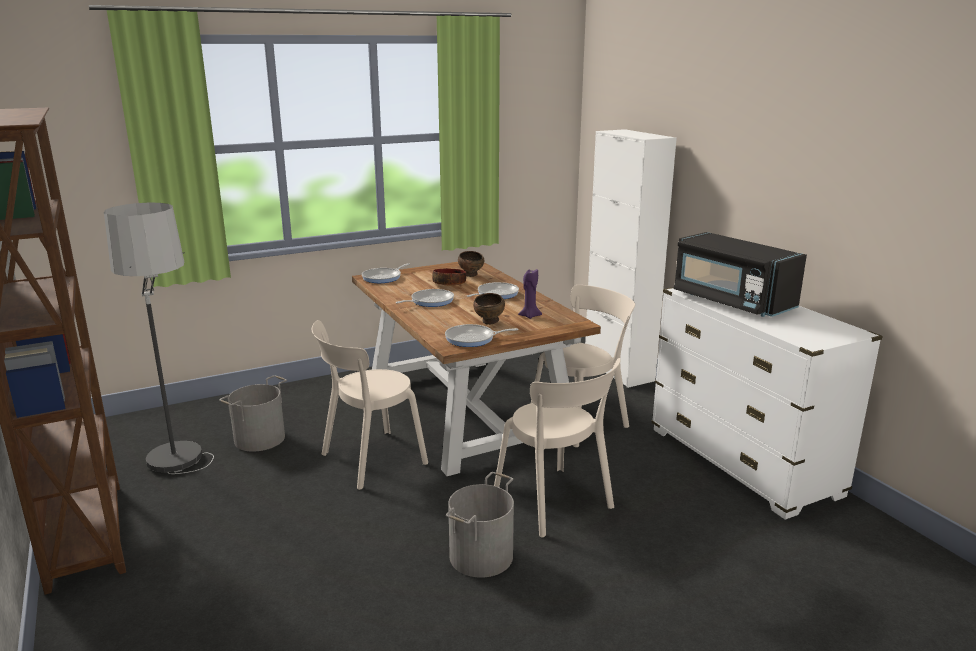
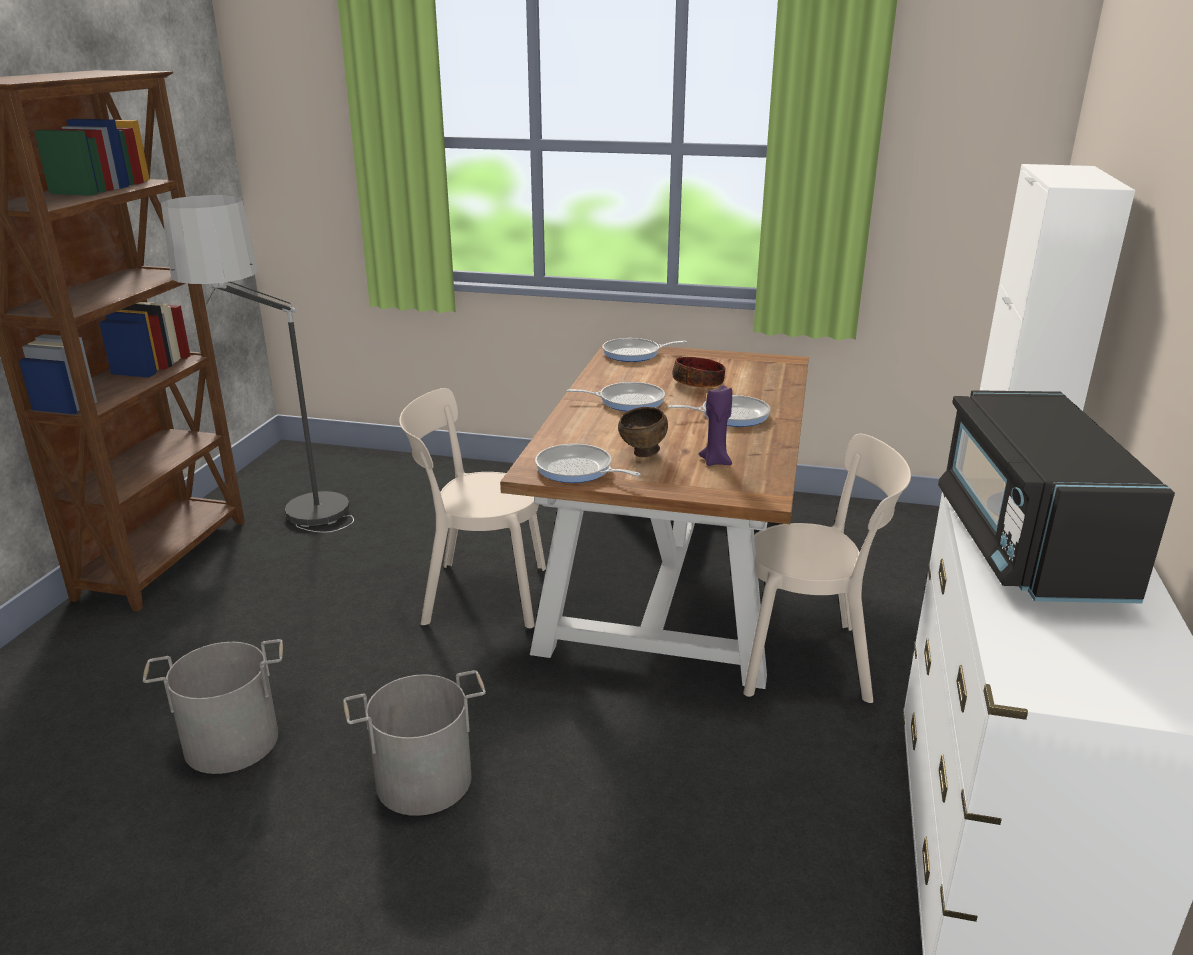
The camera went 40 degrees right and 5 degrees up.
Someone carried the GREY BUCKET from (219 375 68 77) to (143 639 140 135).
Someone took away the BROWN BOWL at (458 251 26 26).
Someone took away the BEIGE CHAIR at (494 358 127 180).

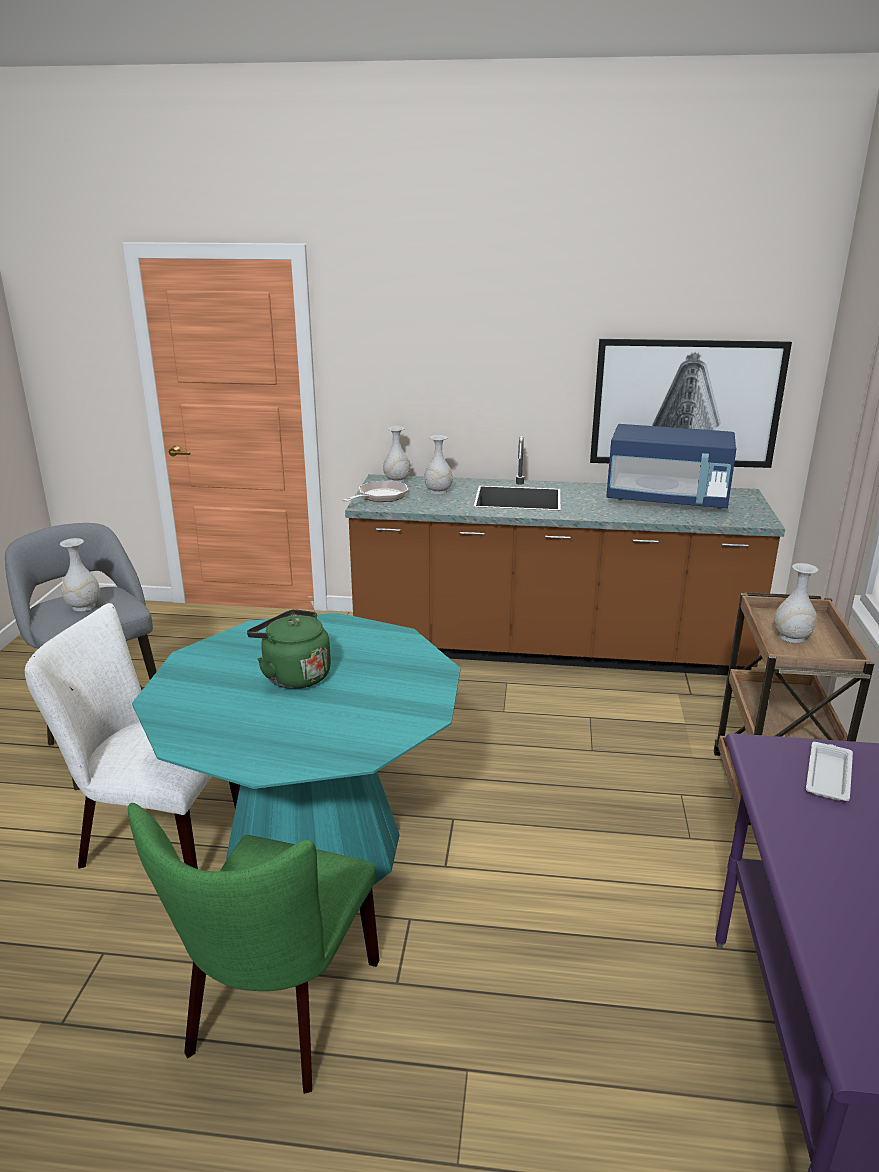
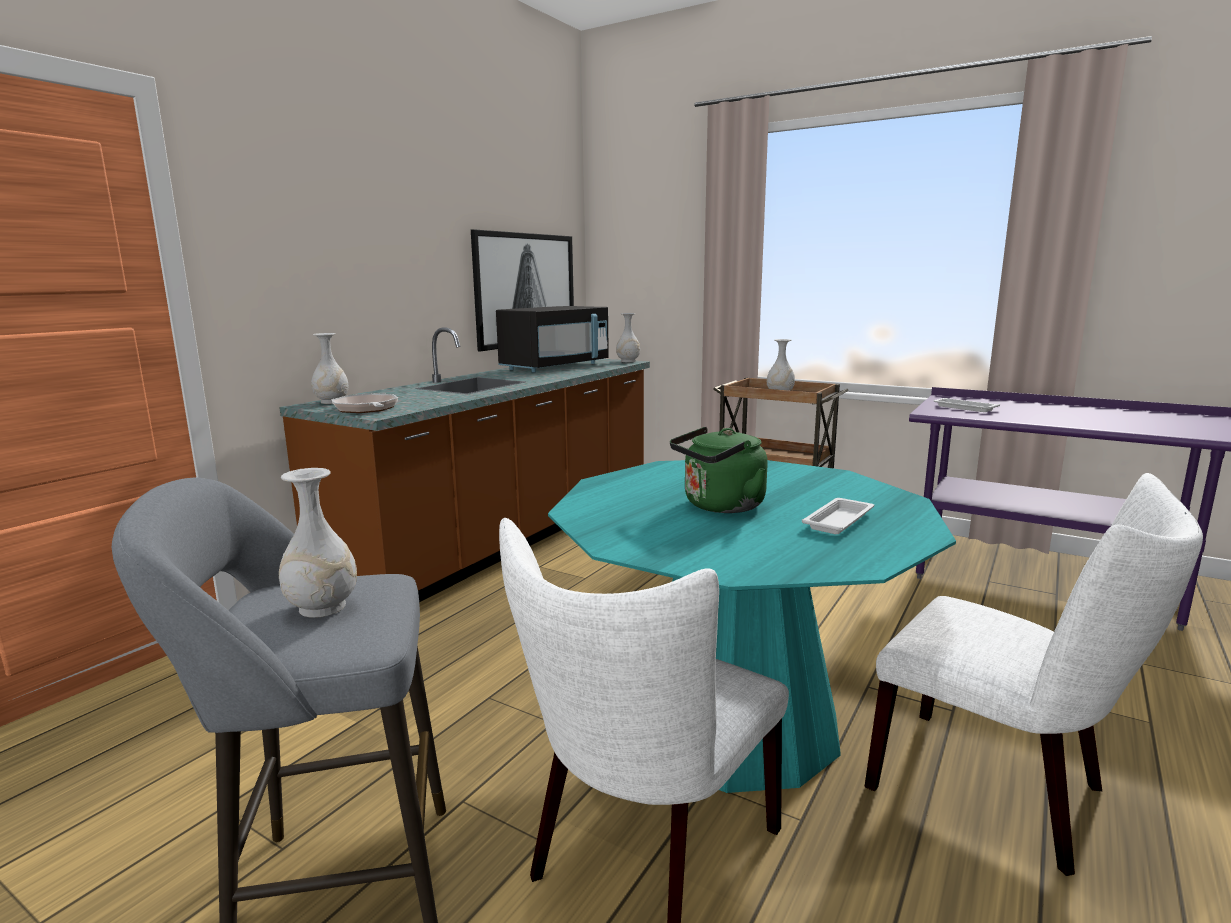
The camera went 65 degrees left and 10 degrees down.
Someone repainted the GREEN CHAIR at (128 803 251 291), which became the WHITE CHAIR at (864 473 339 403).
Someone carried the WHITE VASE from (424 435 29 59) to (616 313 24 49).
Someone repainted the BLUE MICROWAVE at (606 424 130 85), which became the BLACK MICROWAVE at (496 306 113 66).
Someone put down the WHITE TRAY at (802 498 72 36).

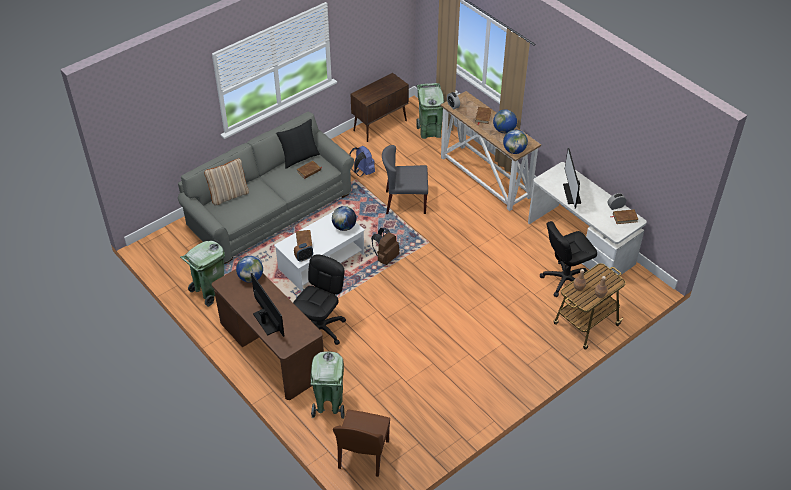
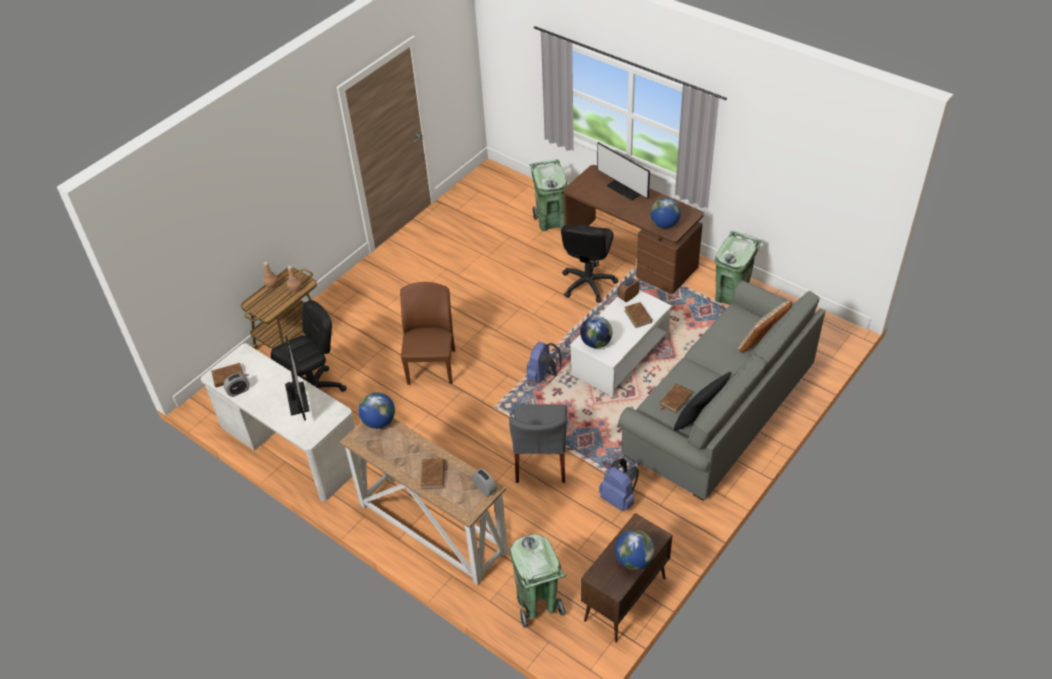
The camera went 170 degrees right and 0 degrees up.
Someone carried the BROWN CHAIR from (333 409 57 68) to (400 282 55 103).
Someone repainted the BROWN BACKPACK at (371 228 28 37), which became the BLUE BACKPACK at (527 342 35 40).
Someone rotated the GREY CHAIR at (382 145 46 69) by 105 degrees clockwise.
Someone carried the GLOBE from (493 109 24 24) to (615 530 40 40).

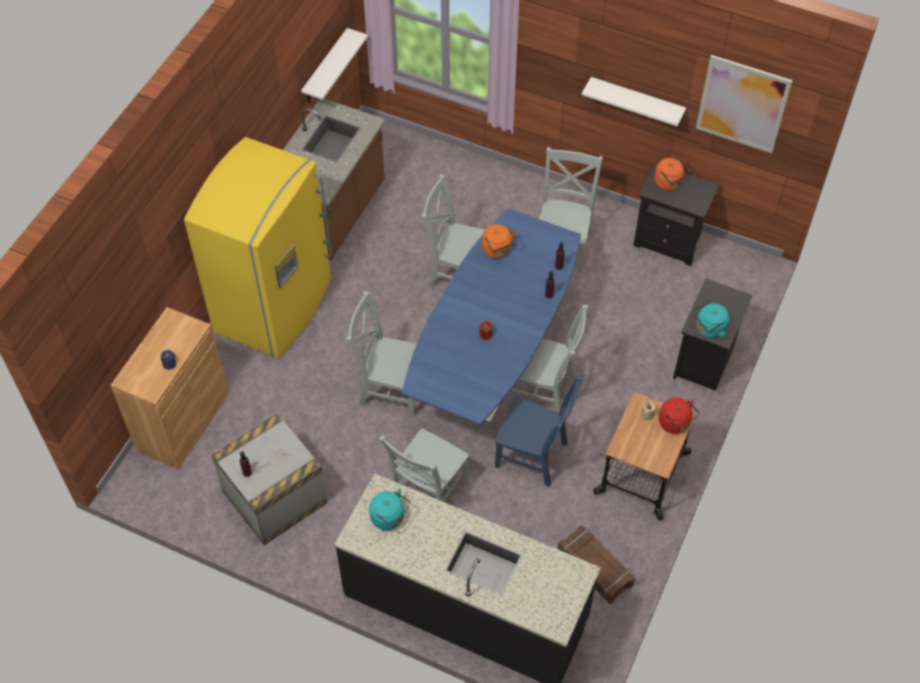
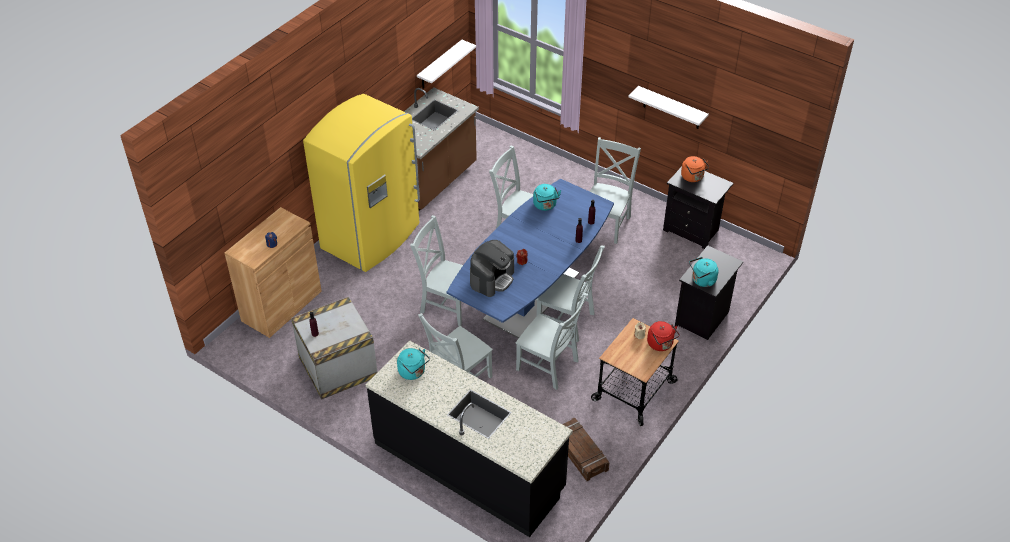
The camera went 10 degrees right and 10 degrees down.
Someone repainted the ORANGE KETTLE at (482 224 34 34), which became the TURQUOISE KETTLE at (533 184 28 27).
Someone repainted the BLUE CHAIR at (495 376 87 111), which became the GREY CHAIR at (516 293 72 97).
Someone took away the PICTURE at (696 55 97 98).
Someone put down the COFFEE MACHINE at (470 240 44 57).

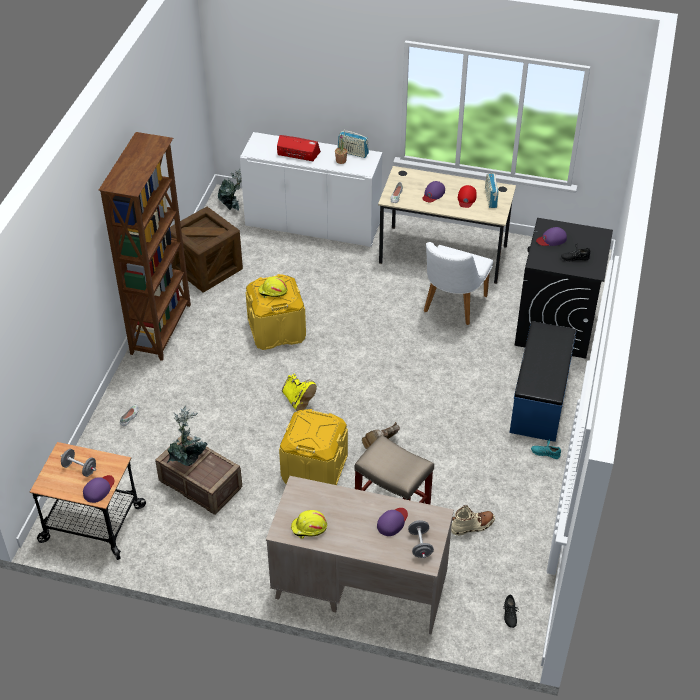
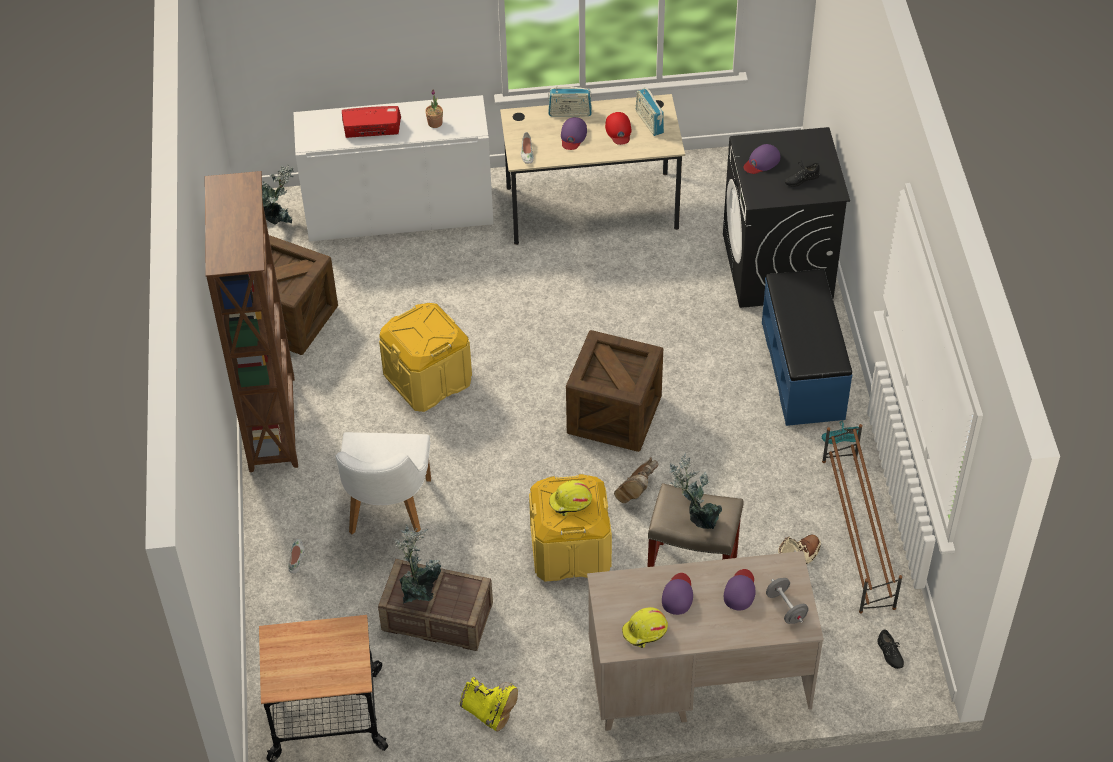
The camera went 20 degrees left and 5 degrees up.
Someone took away the GREY DUMBBELL at (61 449 35 28).
Someone carried the PURPLE CAP from (83 475 31 28) to (662 573 31 42).
Someone carried the YELLOW HARD HAT from (258 277 29 21) to (549 480 43 36).
Someone carried the YELLOW BOOT from (282 374 35 37) to (460 677 58 55).
Someone carried the RADIO from (338 129 31 29) to (548 86 44 31).
Someone carried the WHITE CHAIR from (424 242 69 83) to (335 432 96 102).
Someone put down the CRATE at (566 330 97 122).
Someone put down the POTTED PLANT at (669 453 53 76).
Someone put down the BROWN SHOE RACK at (822 424 80 190).

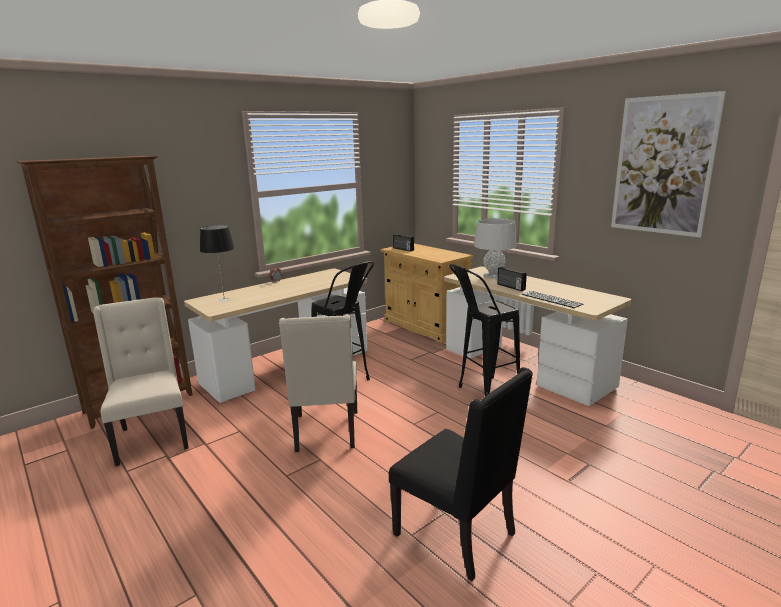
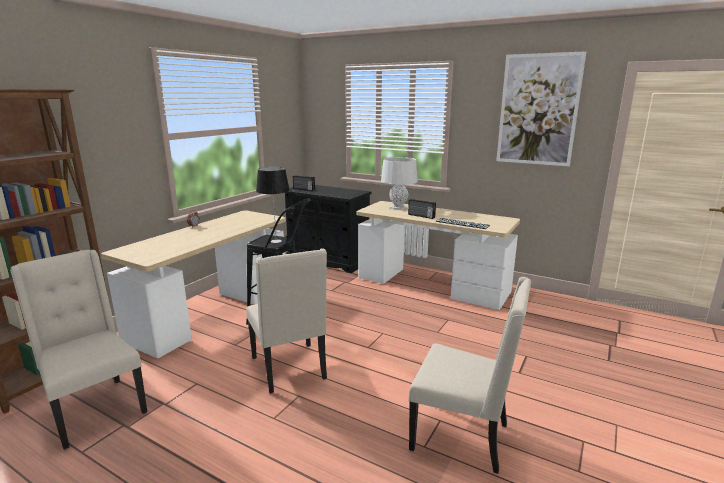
The camera went 20 degrees left and 0 degrees up.
Someone carried the TABLE LAMP from (200 225 35 77) to (256 167 34 76).
Someone repainted the BEIGE CABINET at (381 244 92 100), which became the BLACK CABINET at (285 185 86 88).
Someone repainted the BLACK CHAIR at (389 367 144 214), which became the BEIGE CHAIR at (408 277 123 197).
Someone took away the BLACK STOOL at (449 264 71 132).

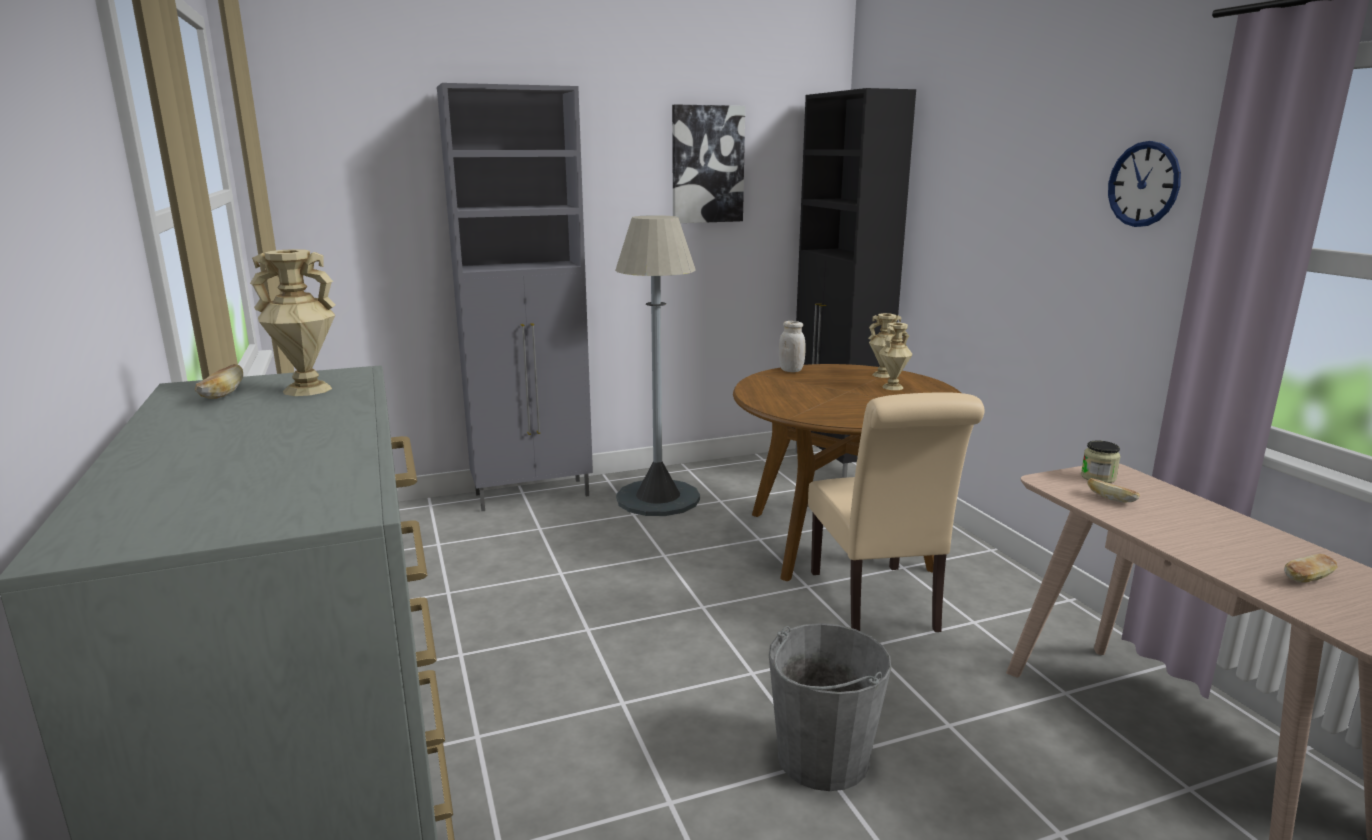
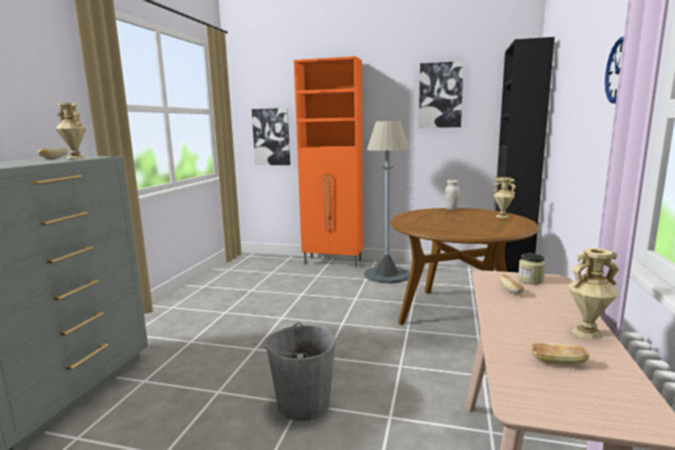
The camera went 35 degrees right and 5 degrees down.
Someone repainted the GREY CABINET at (437 83 156 428), which became the ORANGE CABINET at (294 56 69 212).
Someone took away the BEIGE CHAIR at (808 392 176 240).
Someone carried the BEIGE VASE from (879 322 33 68) to (567 248 53 92).
Someone put up the PICTURE at (252 108 38 57).

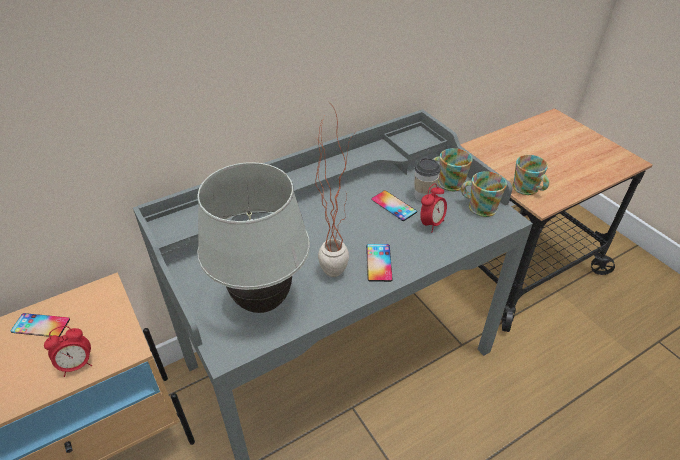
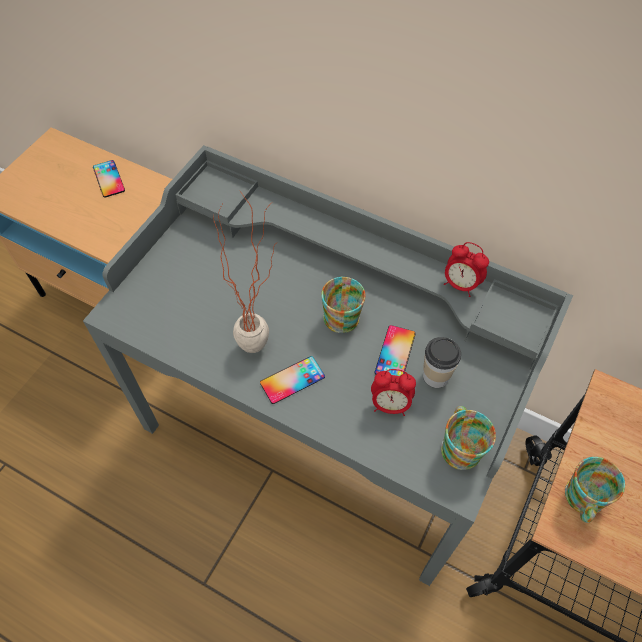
The camera went 60 degrees right and 15 degrees up.
Someone carried the ALARM CLOCK from (44 326 48 51) to (444 242 45 55).
Someone took away the WHITE TABLE LAMP at (197 162 113 151).
Someone carried the MUG from (433 148 40 43) to (321 276 45 57).

